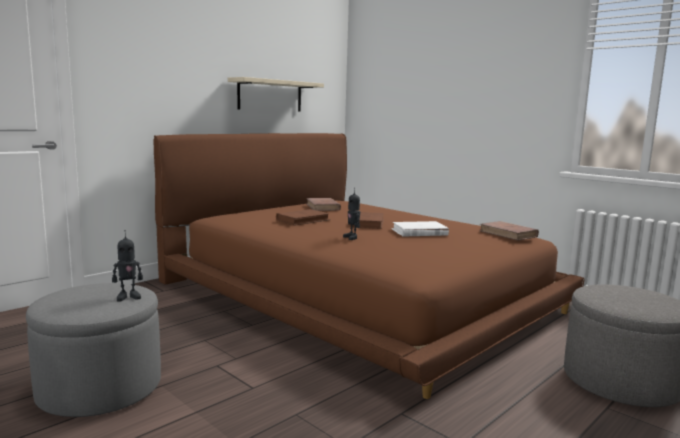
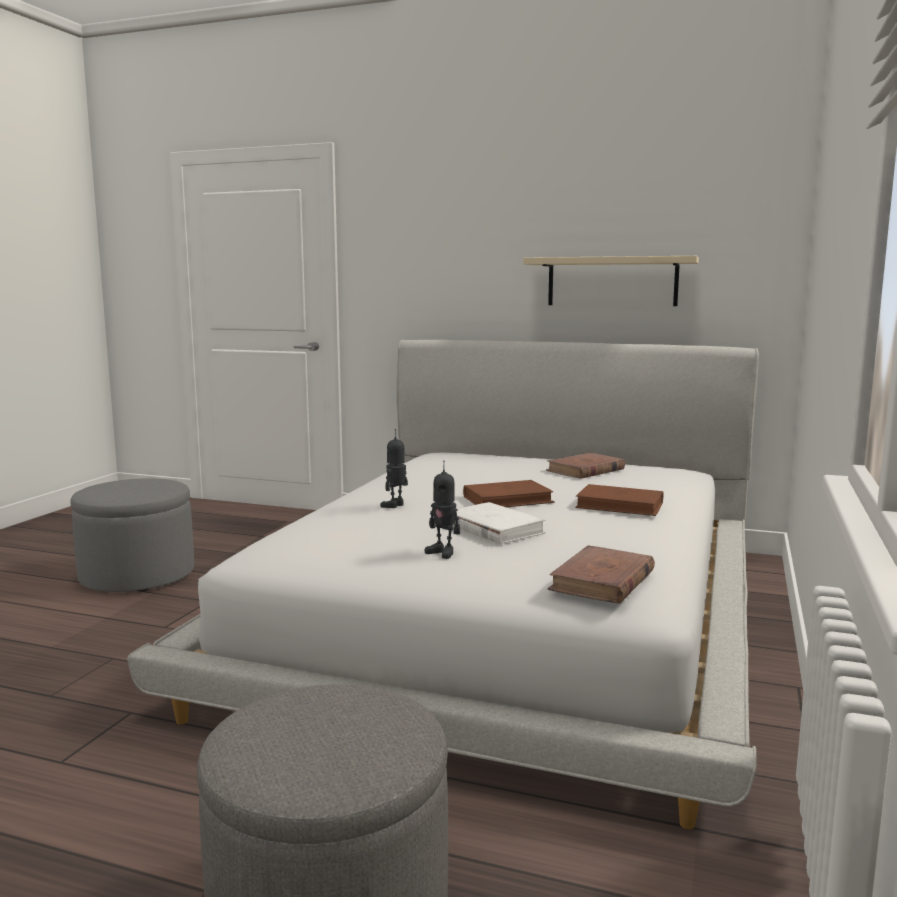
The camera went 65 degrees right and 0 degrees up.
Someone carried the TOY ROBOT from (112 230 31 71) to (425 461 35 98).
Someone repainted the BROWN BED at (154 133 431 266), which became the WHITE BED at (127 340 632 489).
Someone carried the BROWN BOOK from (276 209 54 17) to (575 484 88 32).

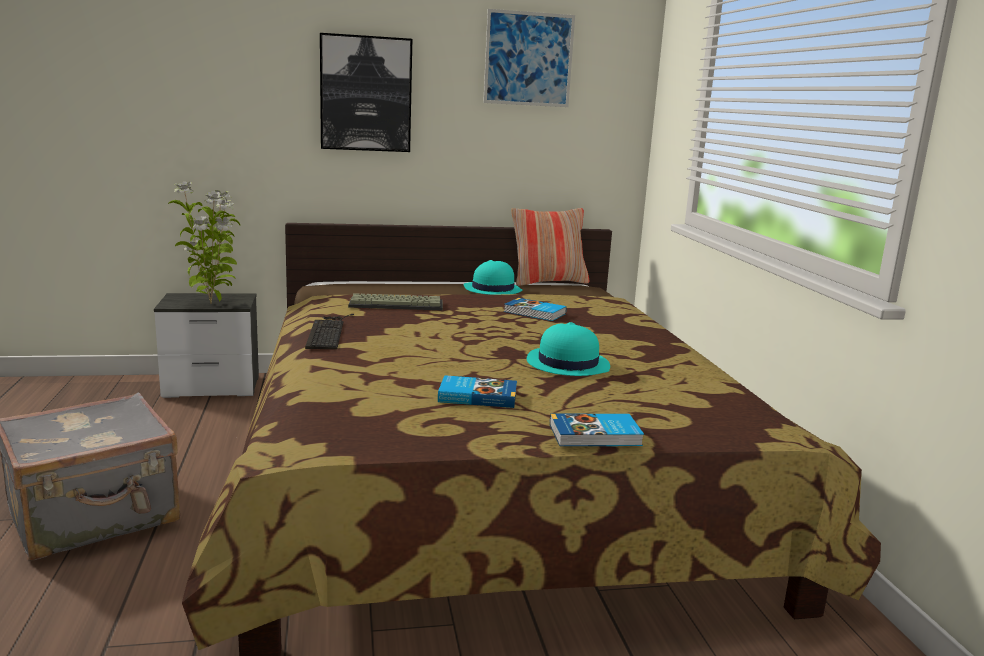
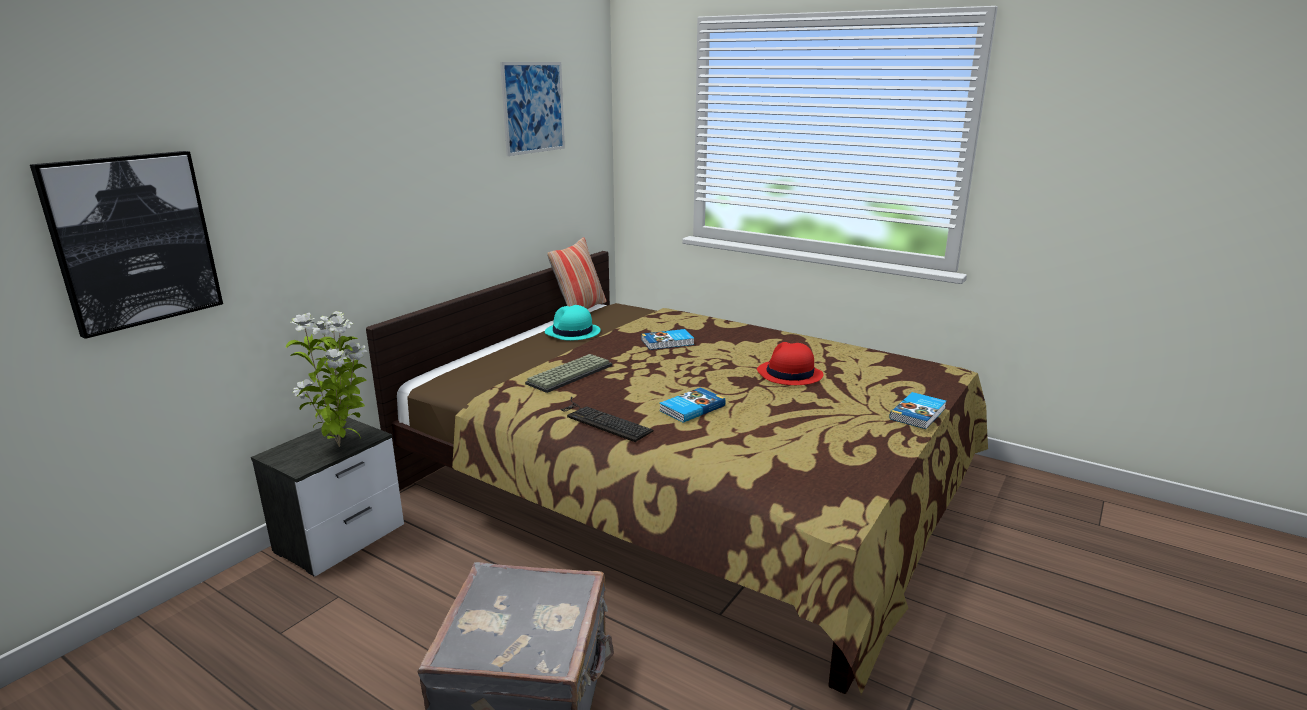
The camera went 45 degrees left and 5 degrees up.
Someone carried the PICTURE from (320 33 92 119) to (30 151 193 188).
Someone carried the BOOK from (438 375 79 33) to (659 387 67 36).
Someone repainted the TURQUOISE HAT at (527 322 83 54), which became the RED HAT at (757 342 66 43).

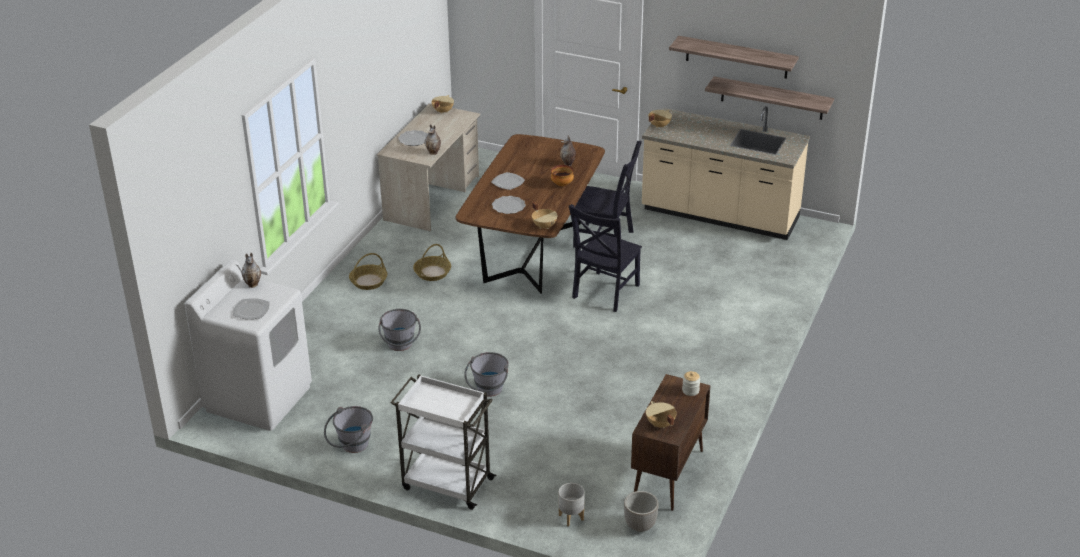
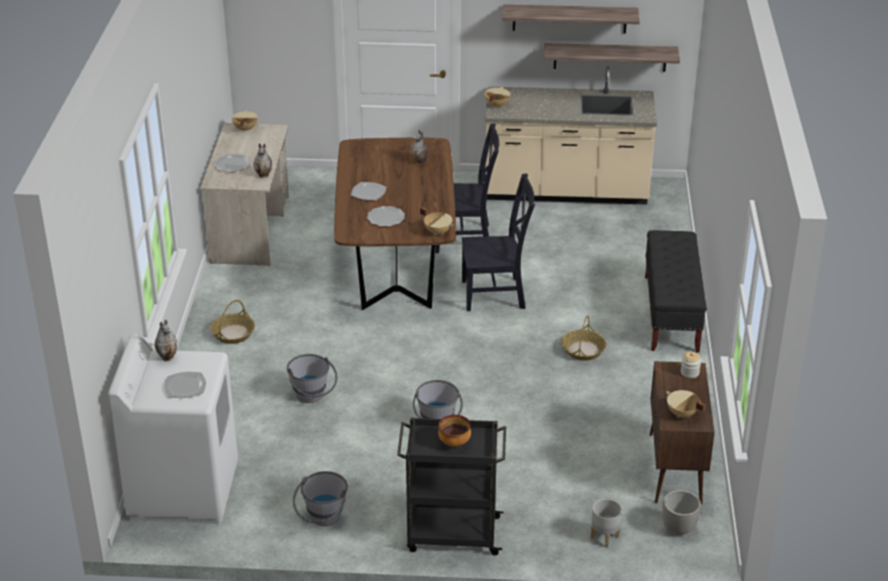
The camera went 20 degrees left and 0 degrees up.
Someone repainted the WHITE CART at (390 374 106 136), which became the BLACK CART at (397 417 109 139).
Someone carried the BASKET from (413 244 38 37) to (561 315 46 46).
Someone carried the BOWL from (551 165 23 21) to (438 415 33 32).
Someone rotated the BLACK CHAIR at (569 204 73 108) by 105 degrees counterclockwise.
Someone put down the BLACK BENCH at (645 230 62 122).

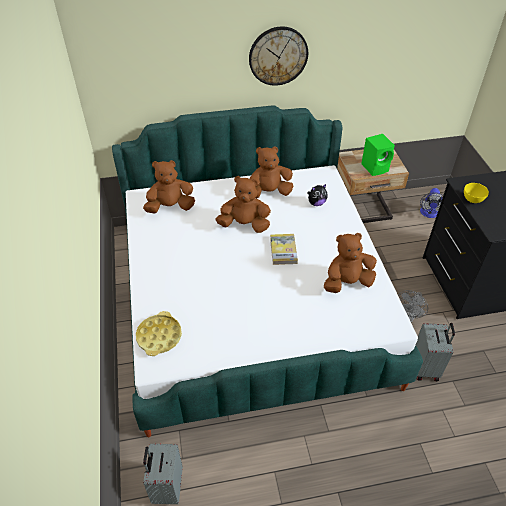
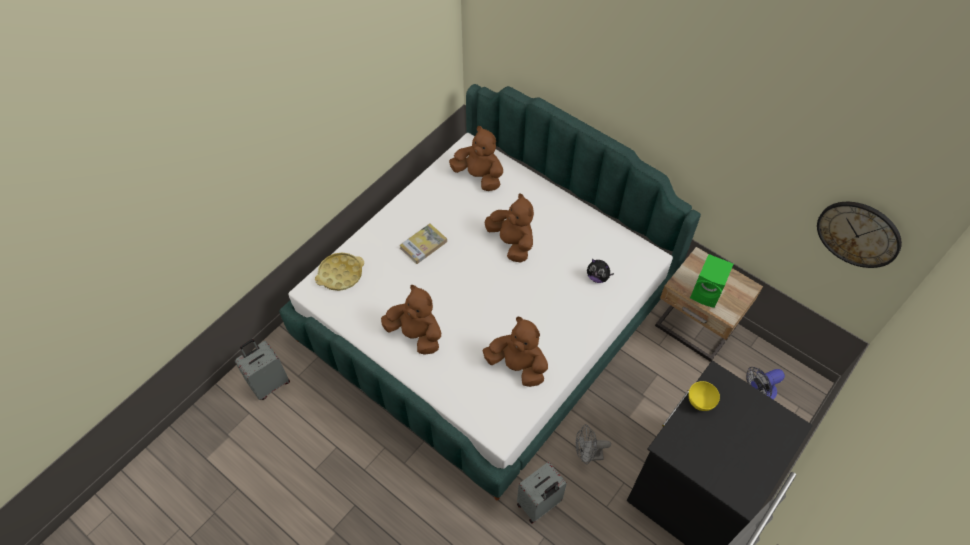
The camera went 50 degrees right and 10 degrees up.
Someone carried the WALL CLOCK from (249 27 59 59) to (817 202 85 66).
Someone carried the BROWN PLUSH TOY from (250 146 43 52) to (381 285 60 70).
Someone carried the BOOK from (270 234 28 31) to (399 223 48 41).

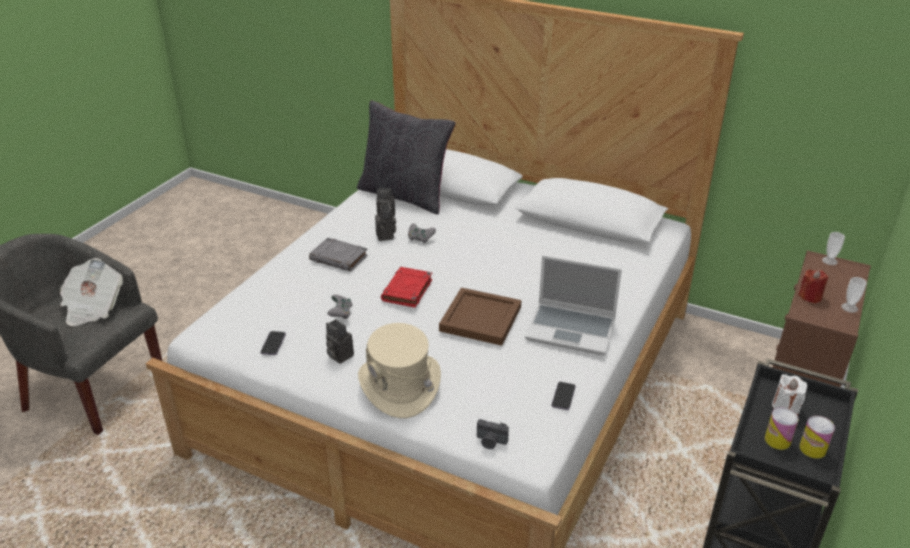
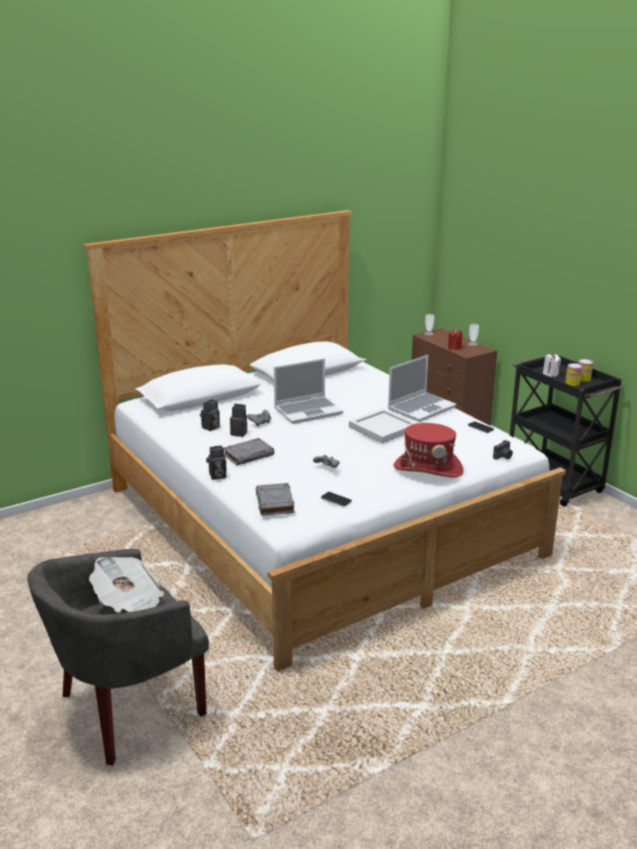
The camera went 60 degrees left and 10 degrees down.
Someone carried the PHOTO CAMERA from (326 319 28 45) to (206 445 21 35).
Someone took away the BLACK PILLOW at (357 101 99 114).
Someone repainted the BEIGE HAT at (358 323 83 95), which became the RED HAT at (393 423 70 54).
Someone took away the RED BOOK at (381 267 51 41).
Someone repainted the BROWN TRAY at (439 288 82 58), which became the WHITE TRAY at (349 409 68 34).
Someone put down the GREY BOOK at (256 483 39 33).
Someone put down the LAPTOP at (274 358 69 66).

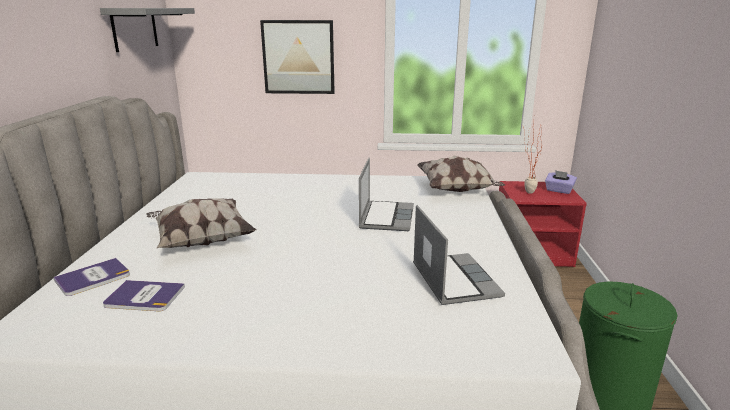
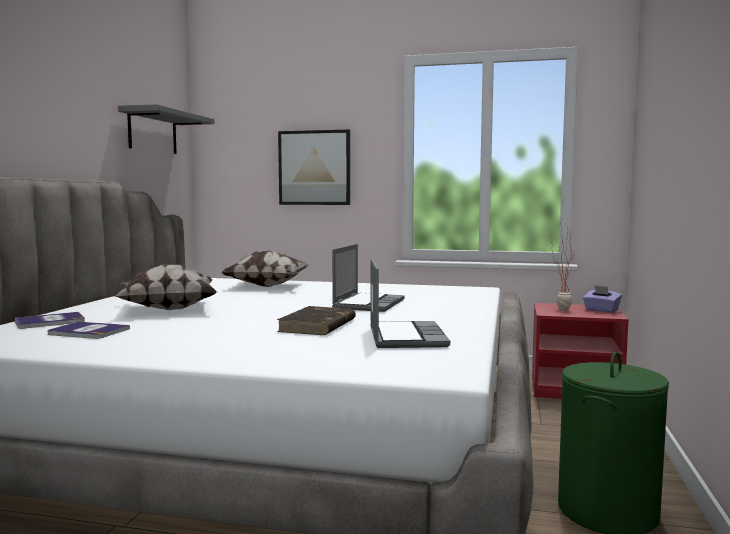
The camera went 10 degrees right and 15 degrees down.
Someone carried the PILLOW from (417 156 88 36) to (220 250 89 37).
Someone put down the BROWN BOOK at (277 306 79 29).

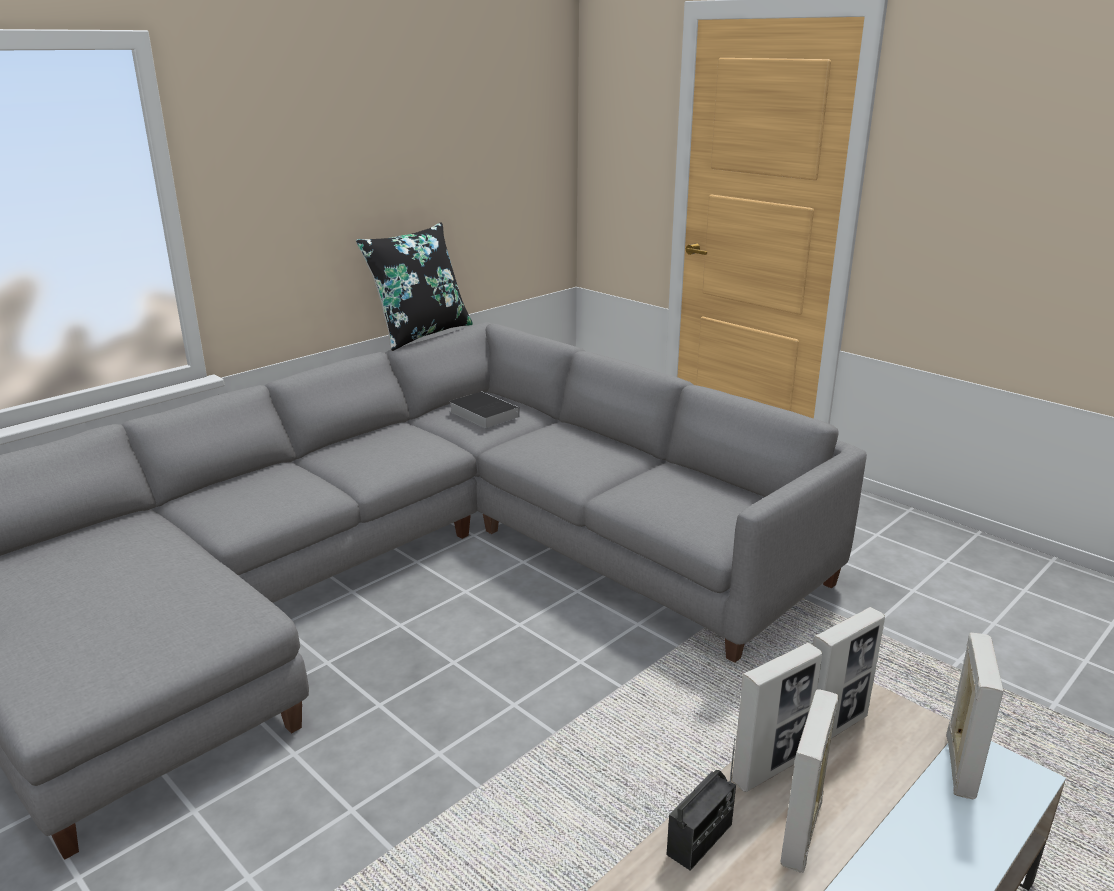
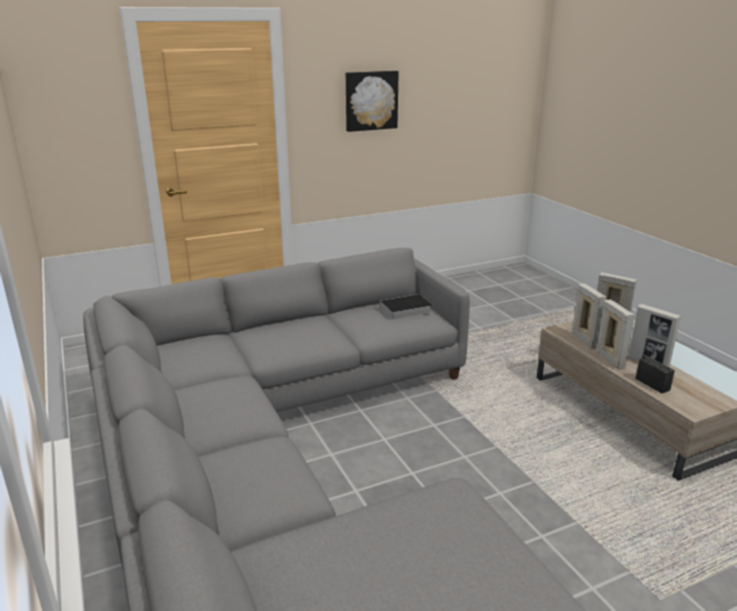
The camera went 70 degrees left and 0 degrees up.
Someone took away the BLACK PILLOW at (356 222 117 129).
Someone carried the BOOK from (449 391 70 38) to (376 294 56 26).
Someone put up the PICTURE at (346 71 53 61).

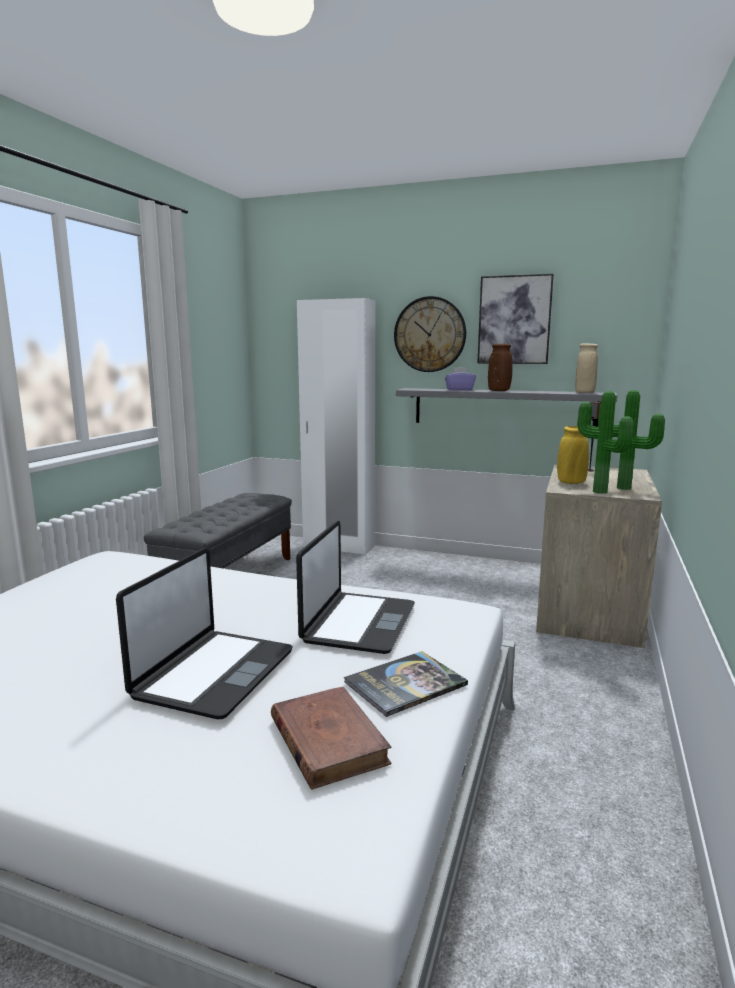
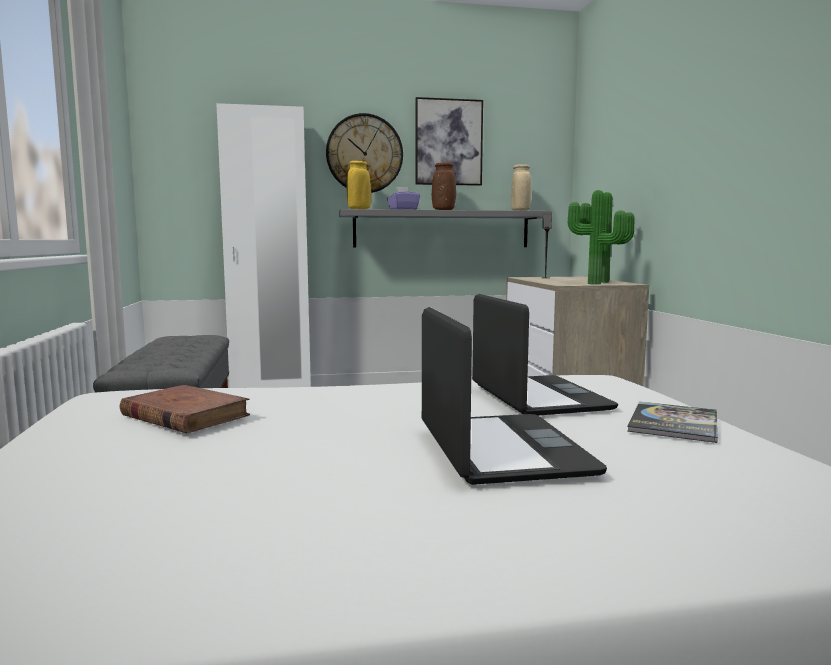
The camera went 30 degrees left and 5 degrees down.
Someone carried the BROWN BOOK from (271 687 121 103) to (120 385 130 48).
Someone carried the YELLOW VASE from (557 426 32 58) to (347 161 24 48).

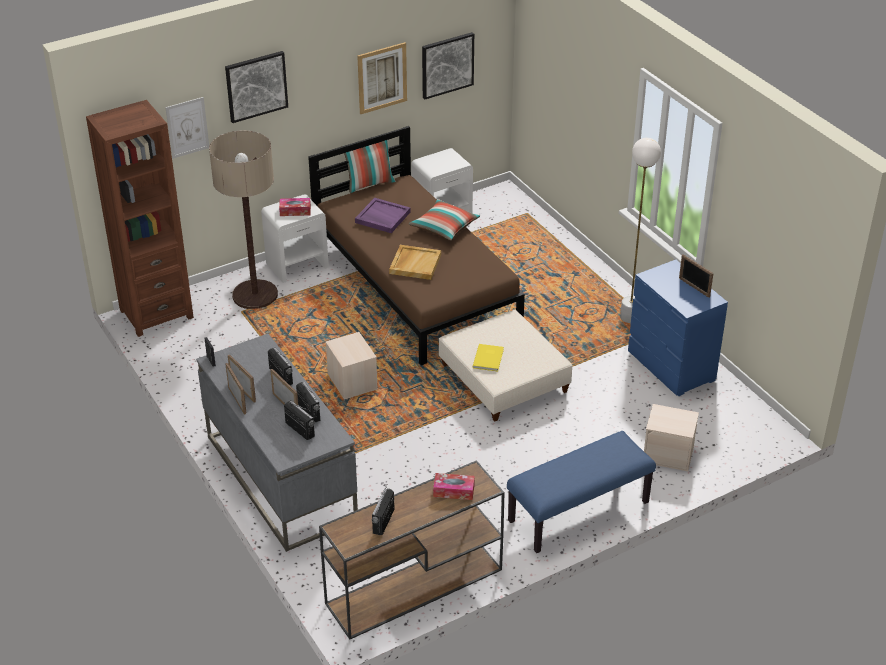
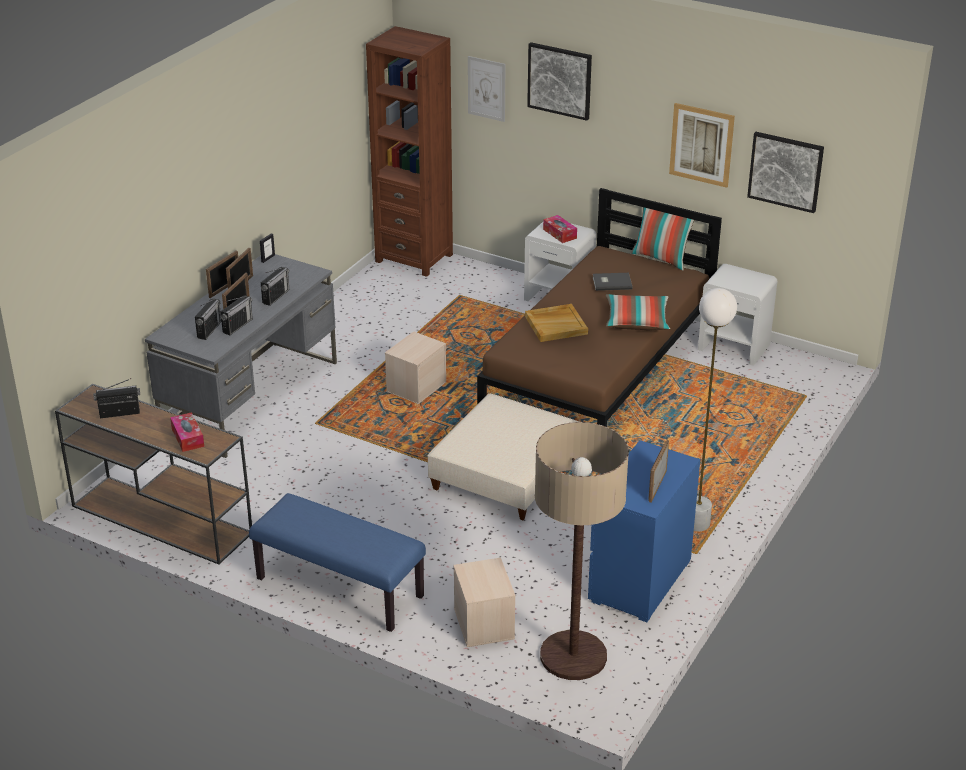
The camera went 60 degrees right and 5 degrees down.
Someone carried the FLOOR LAMP from (209 131 69 178) to (535 422 94 258).
Someone swapped the PURPLE TRAY at (355 198 56 35) for the GREY BOOK at (593 273 39 18).
Someone took away the YELLOW BOOK at (472 344 32 28).

